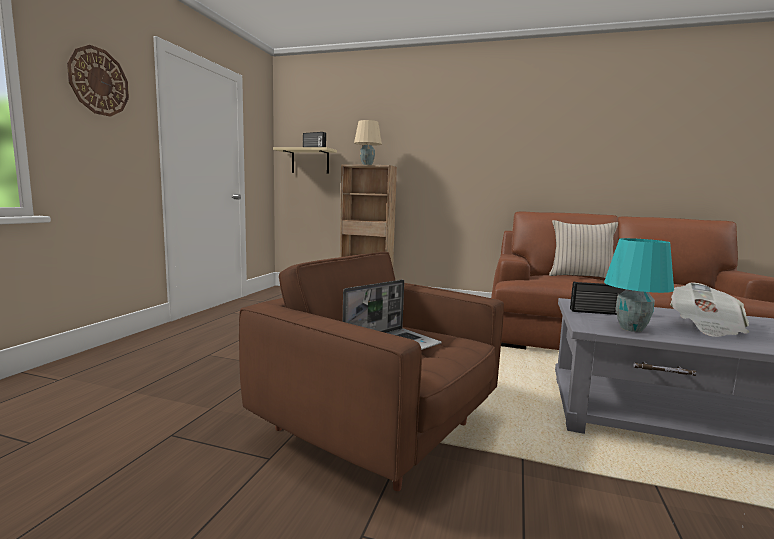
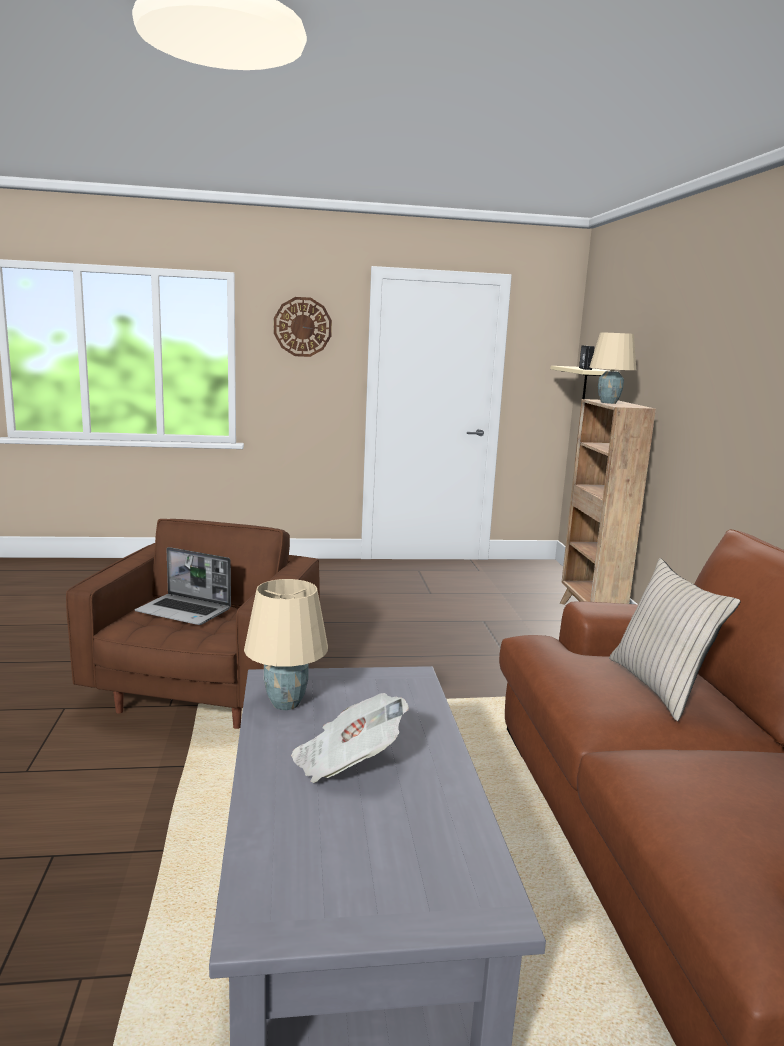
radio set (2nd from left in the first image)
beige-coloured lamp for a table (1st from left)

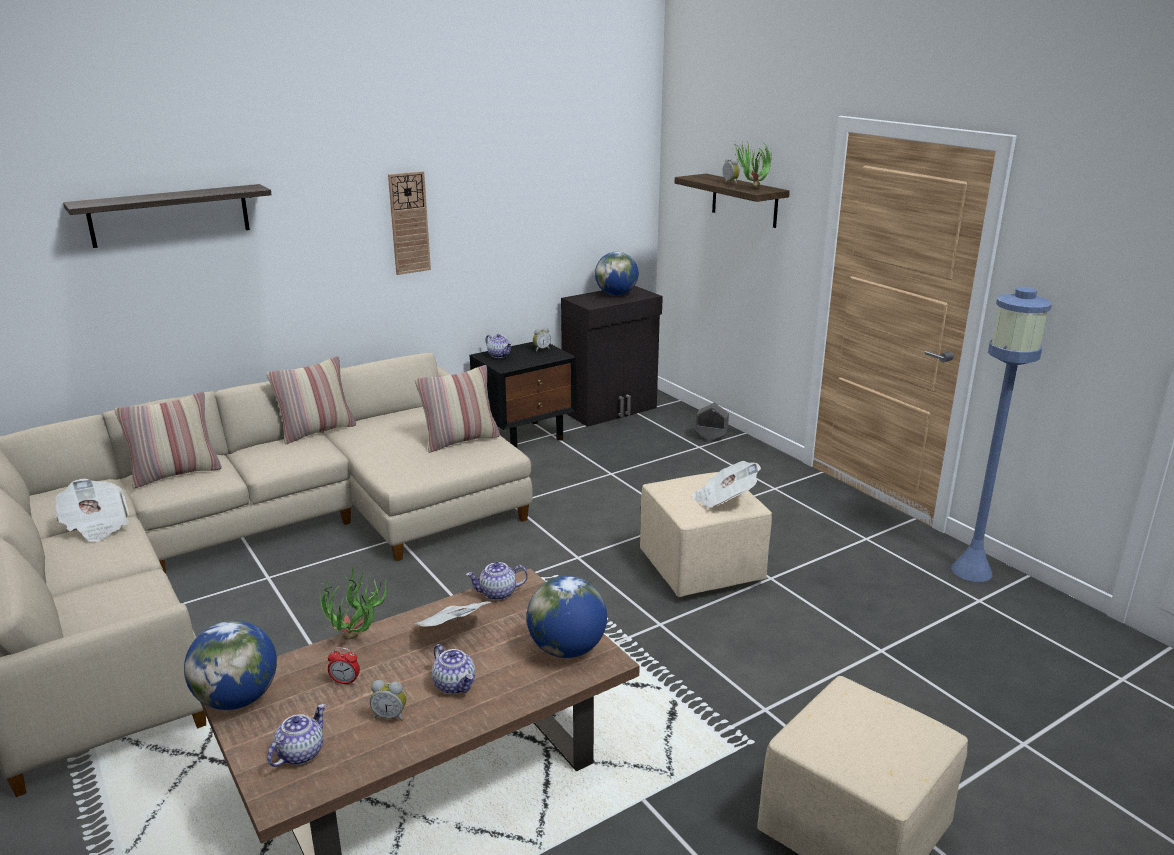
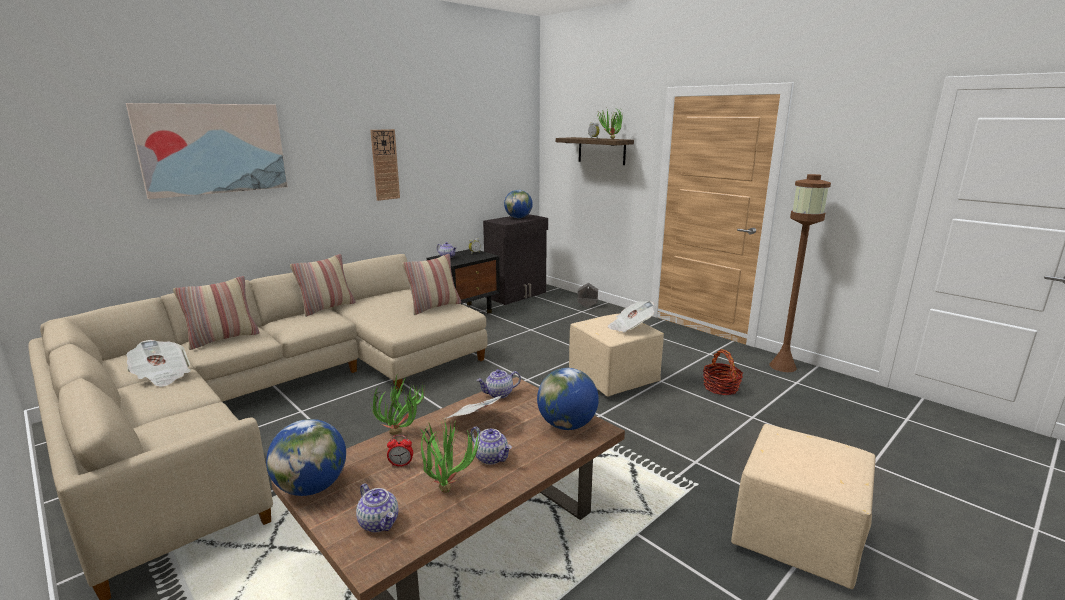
picture
tea pot (1st from left)
potted plant (2nd from left)
brownish standard lamp
basket

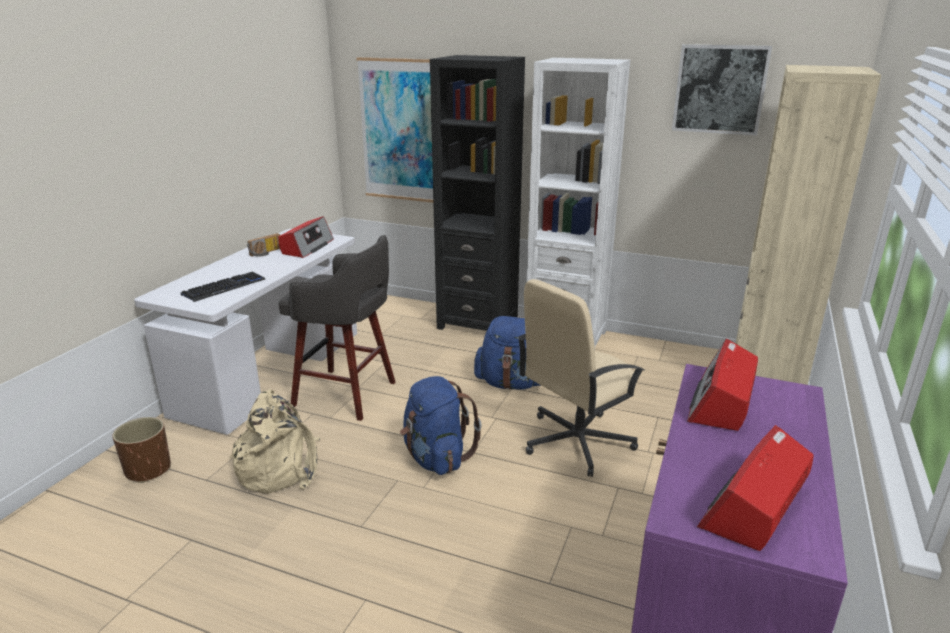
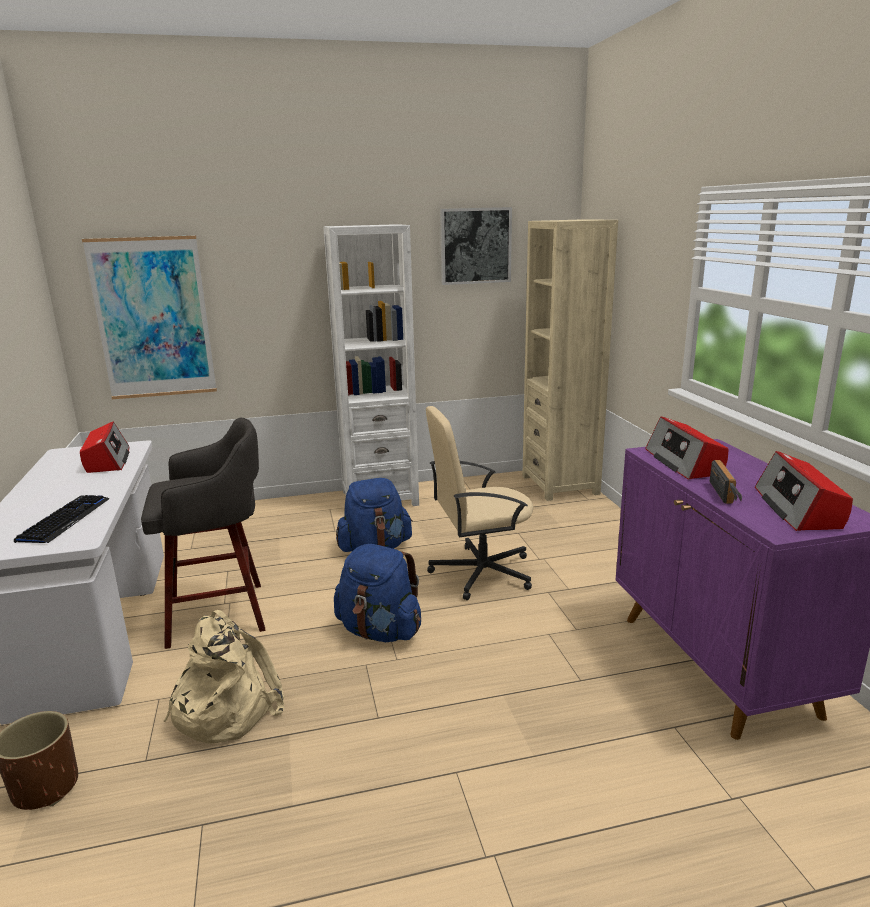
radio set (3rd from left)
black-coloured shelving unit
beige-coloured computer chair

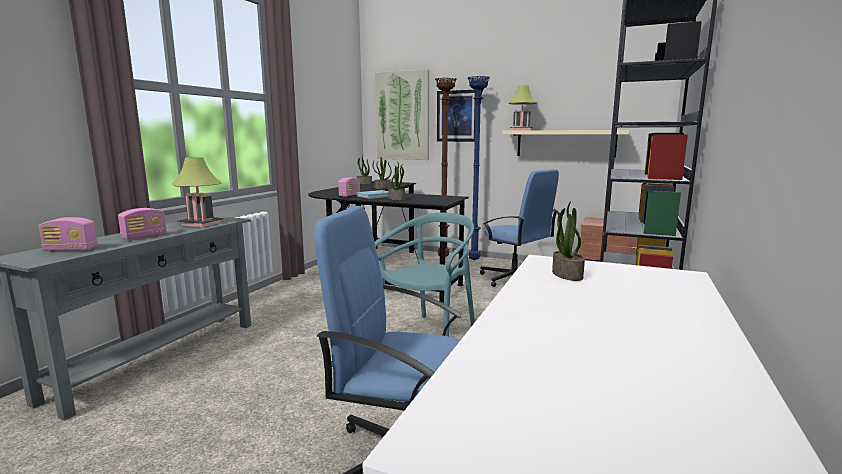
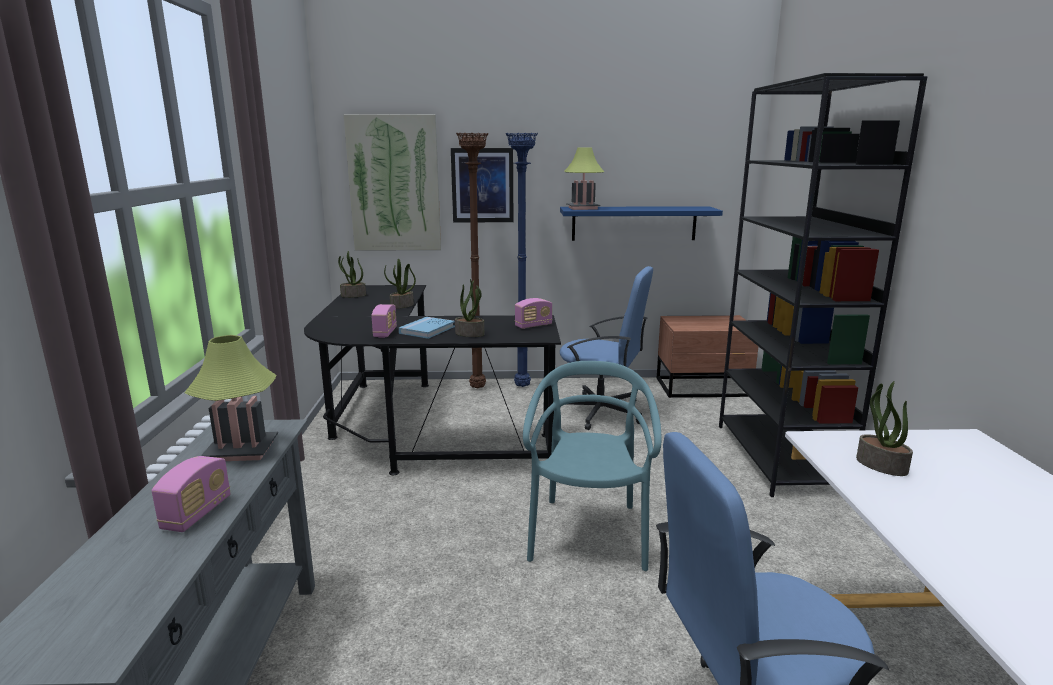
radio set (3rd from left)
blue-coloured bracket shelf

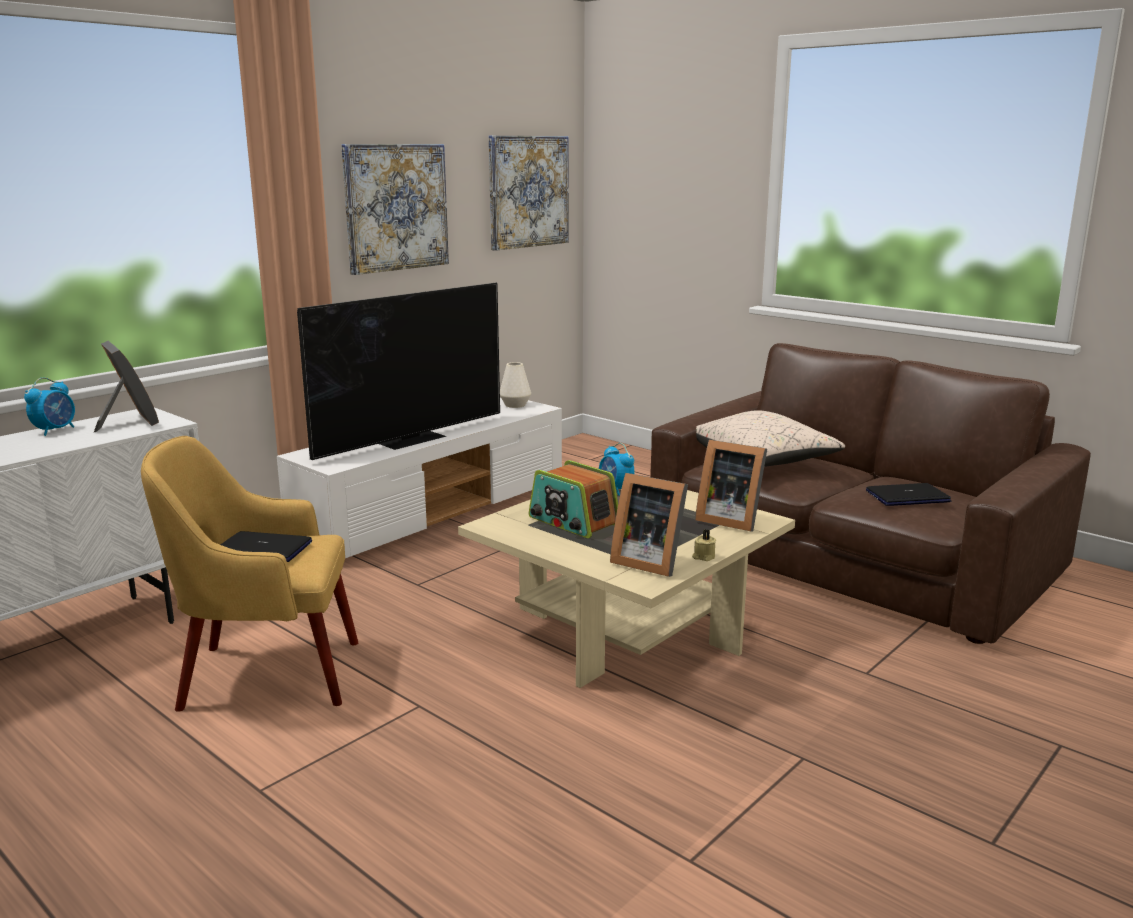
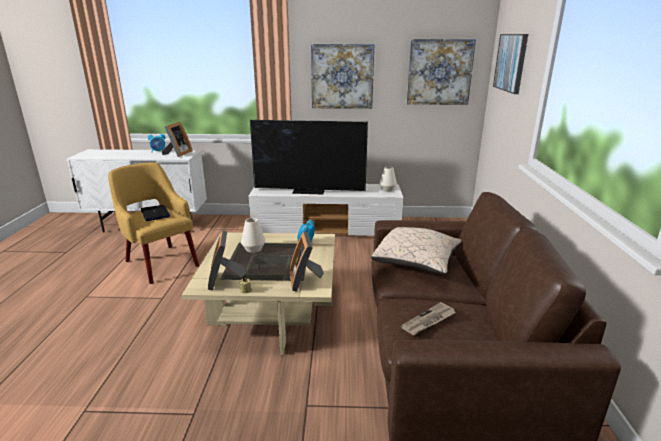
white-coloured decorative vase (1st from left)
printed paper
picture (3rd from left)

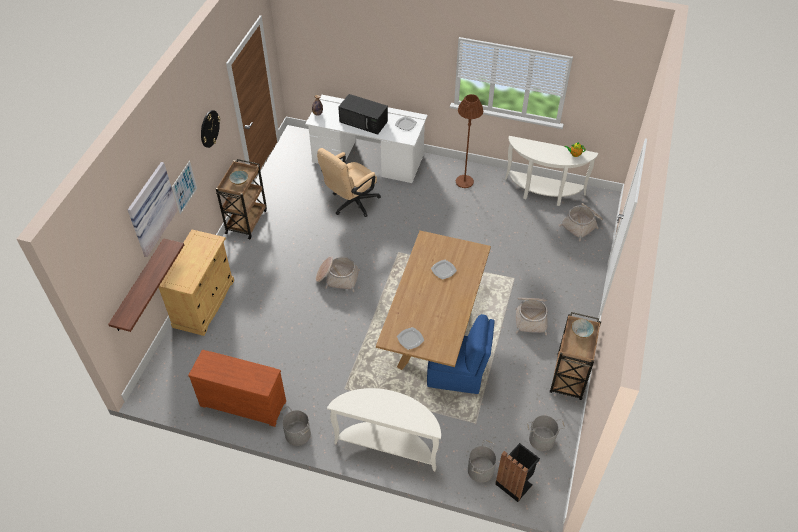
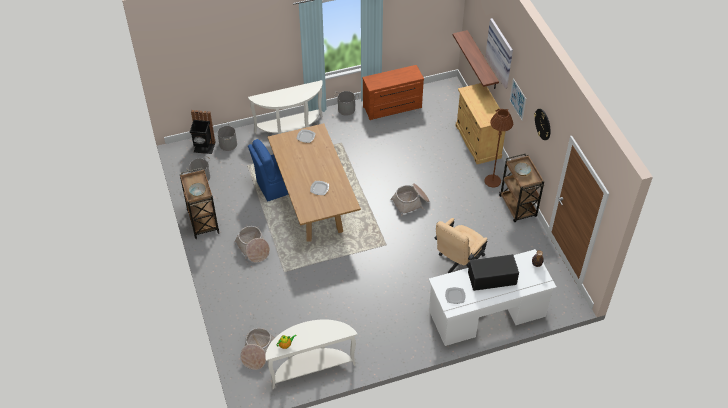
beige-coloured computer chair
brownish standard lamp

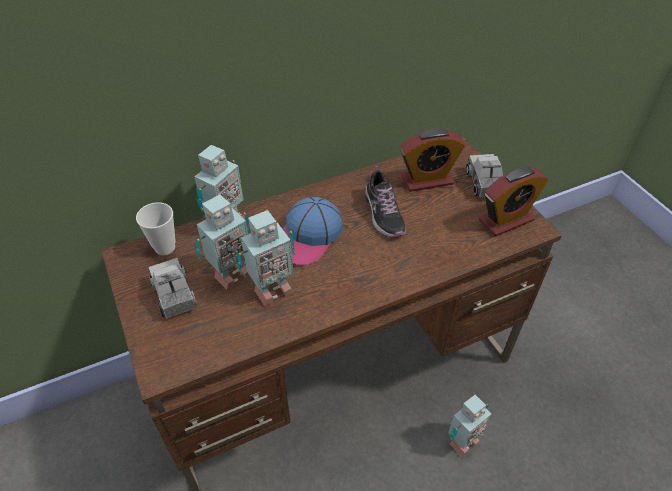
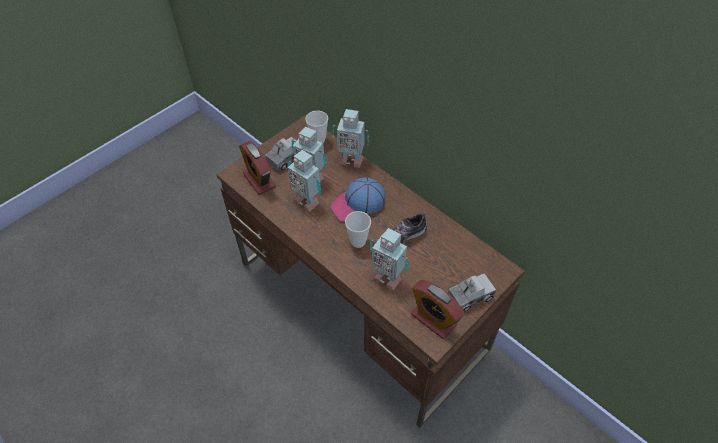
peaked cap
table clock (1st from left)
robot figure (4th from left)
cup (2nd from left)

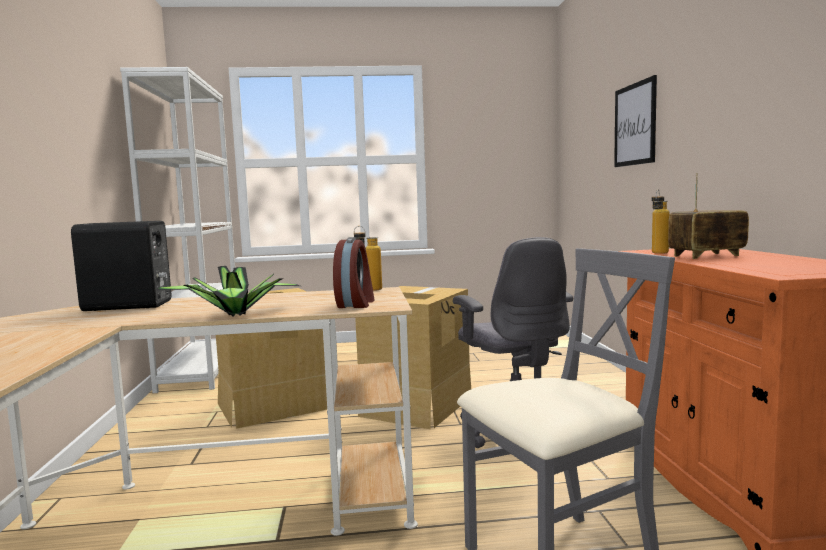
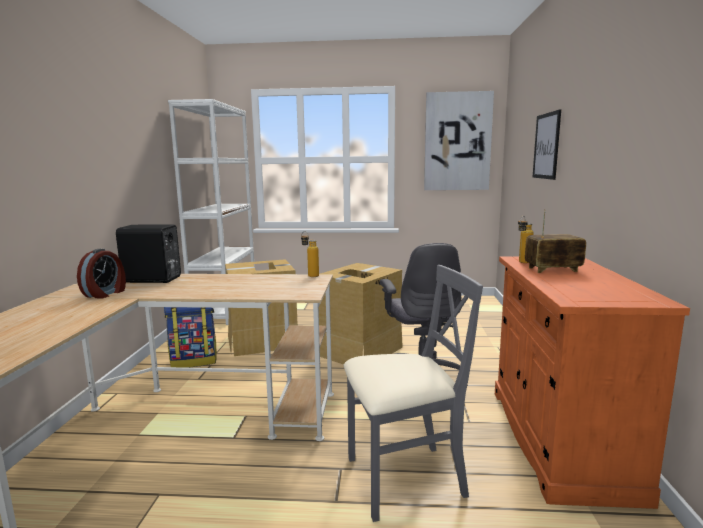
potted plant
table clock
rucksack
picture (1st from left)

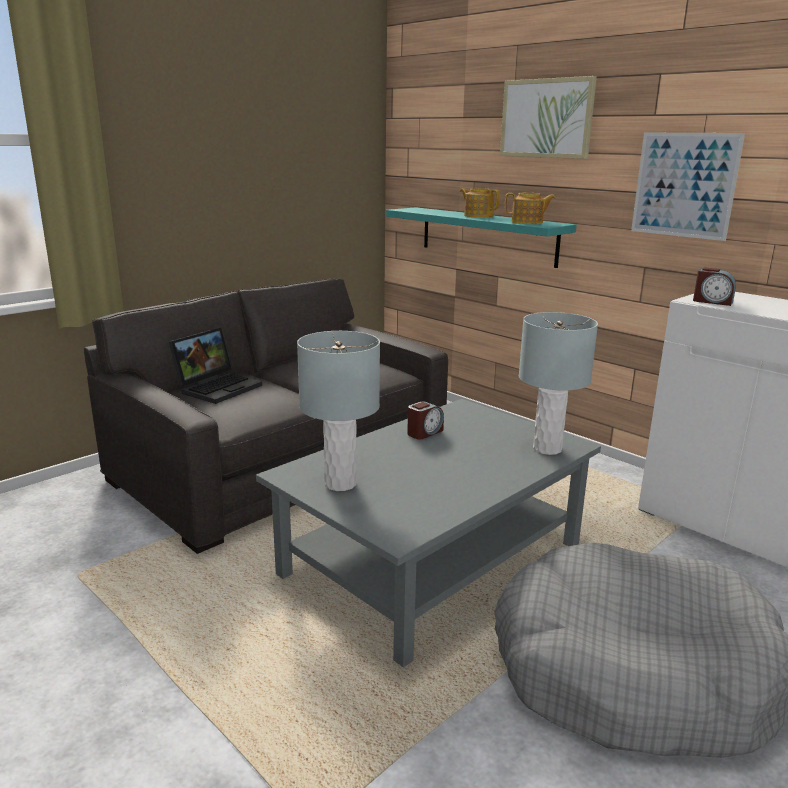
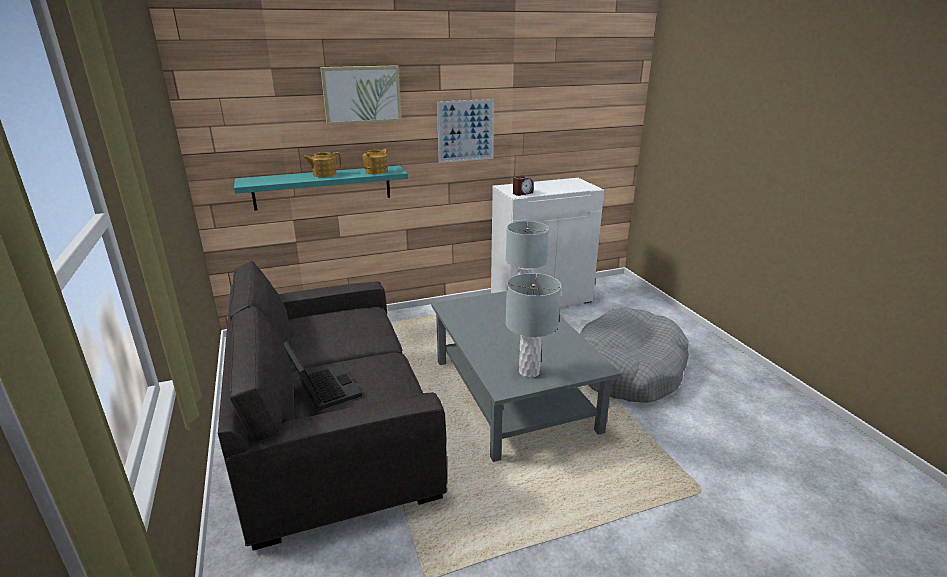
table clock (1st from left in the first image)

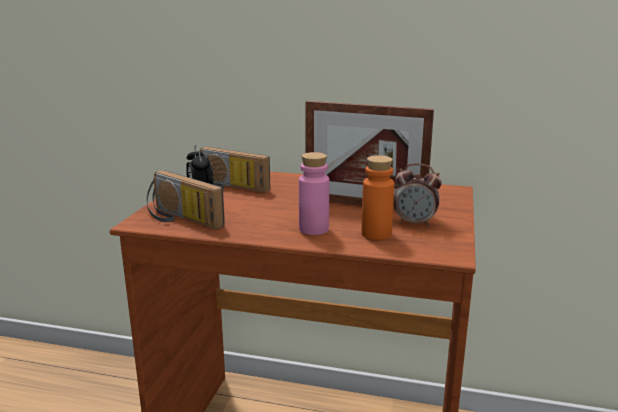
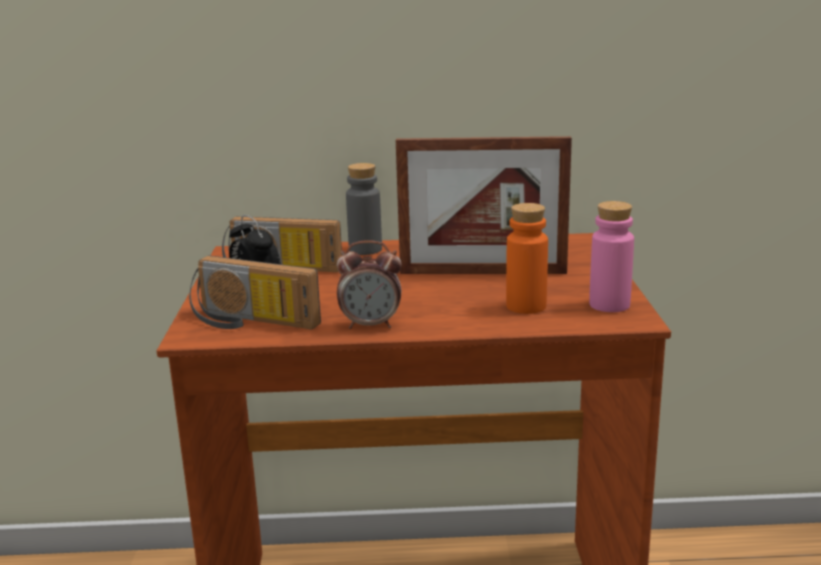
pink-coloured drink bottle
table clock (2nd from left)
greyish drink bottle

